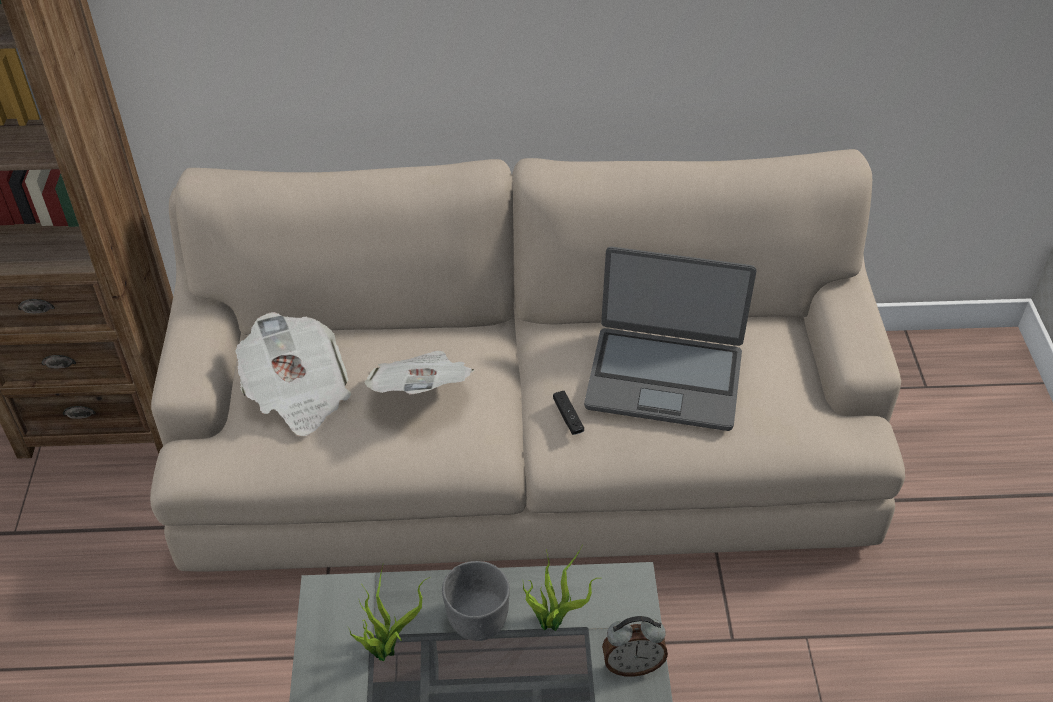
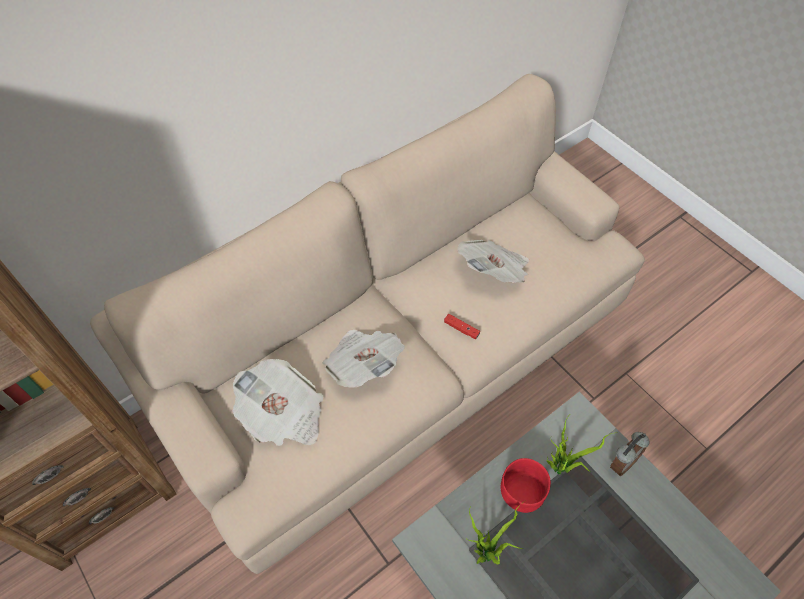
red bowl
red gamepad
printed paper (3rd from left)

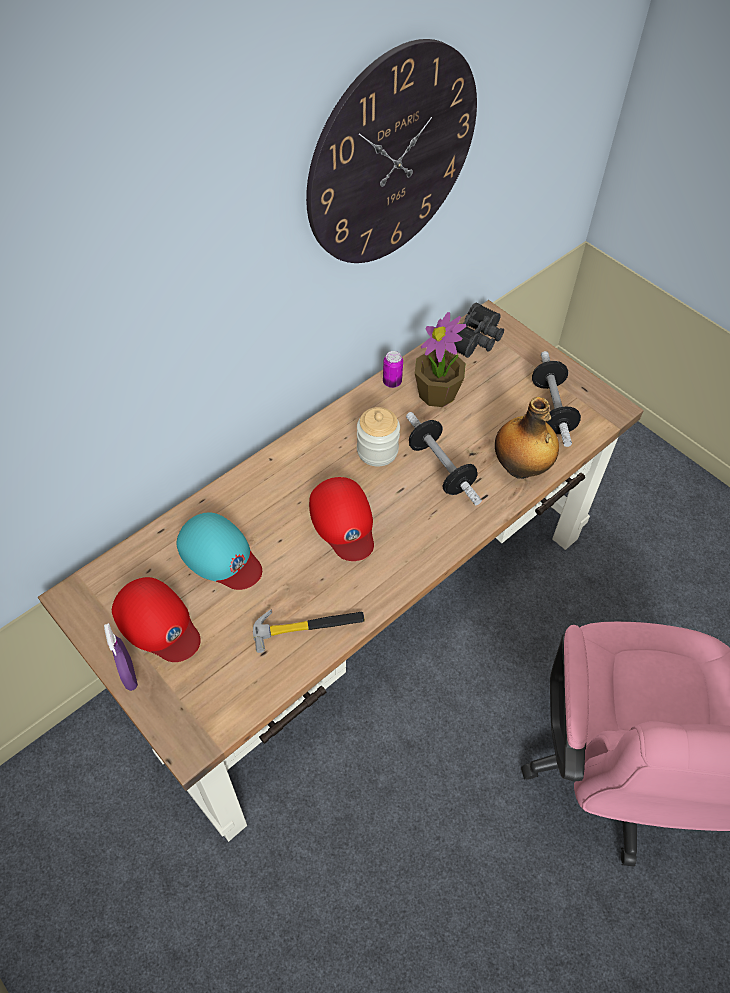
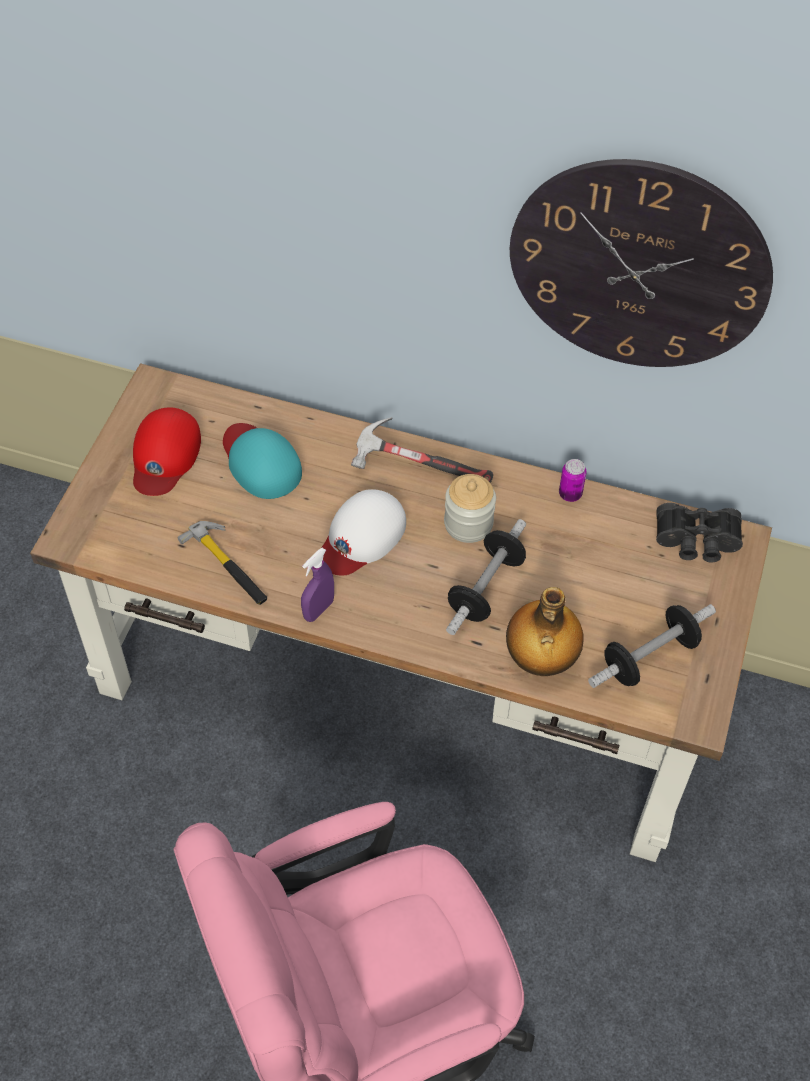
purplish sprayer
turquoise peaked cap
white-coloured peaked cap
potted plant
tool hammer (2nd from left)

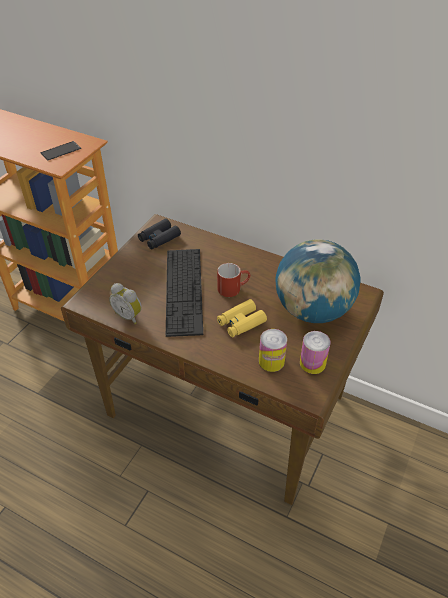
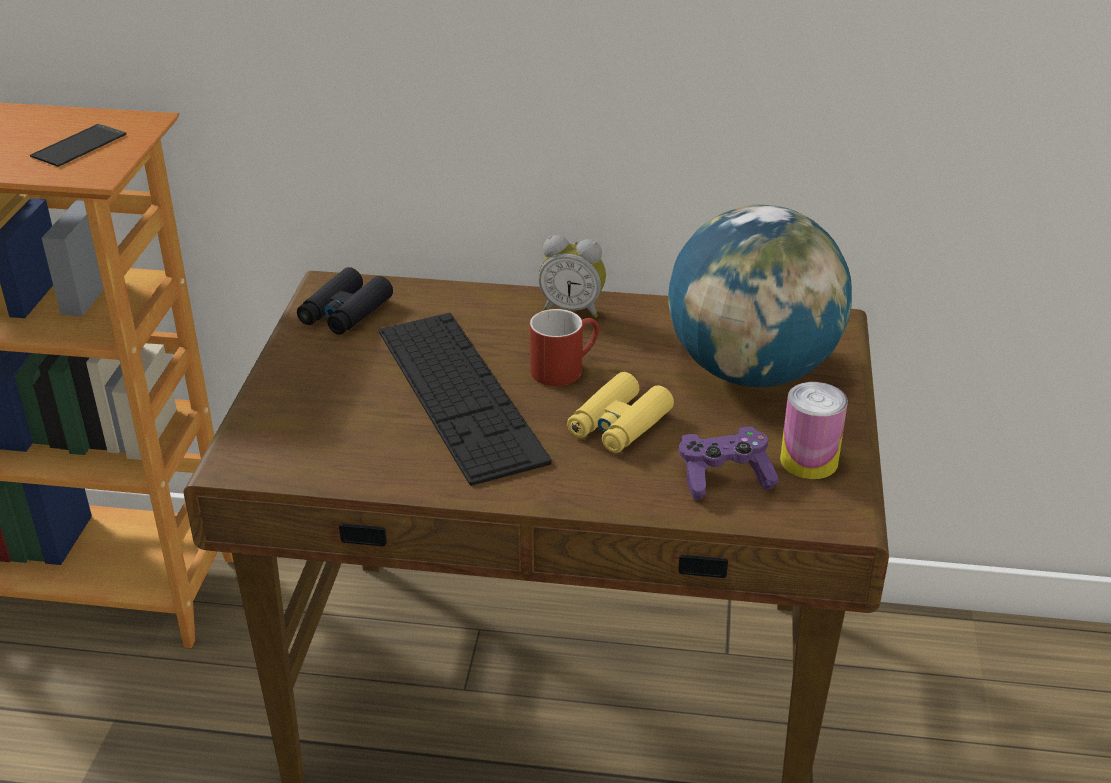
table clock
purplish gamepad

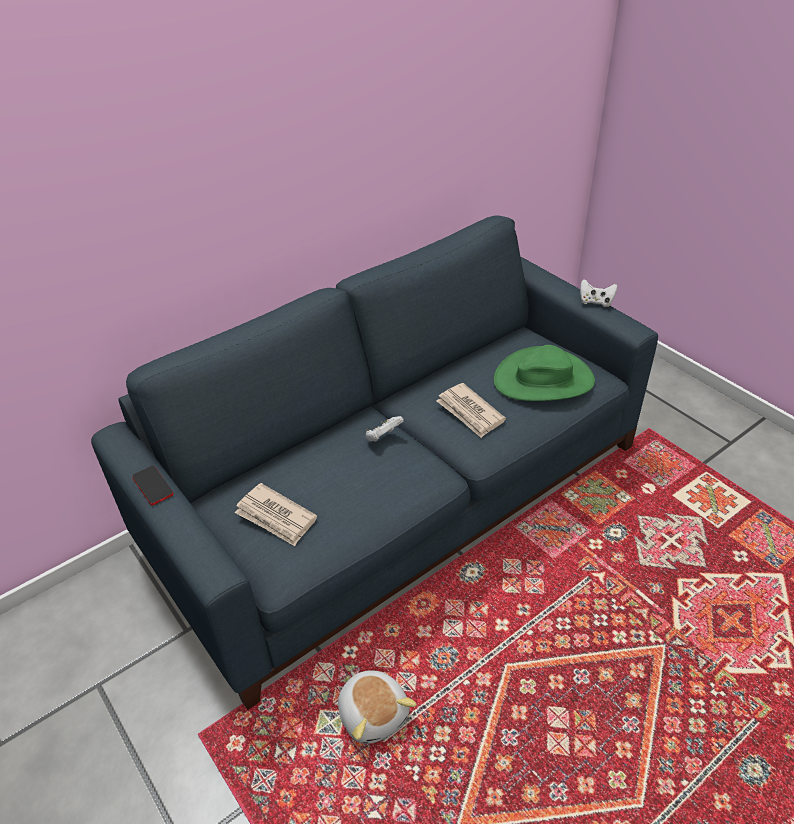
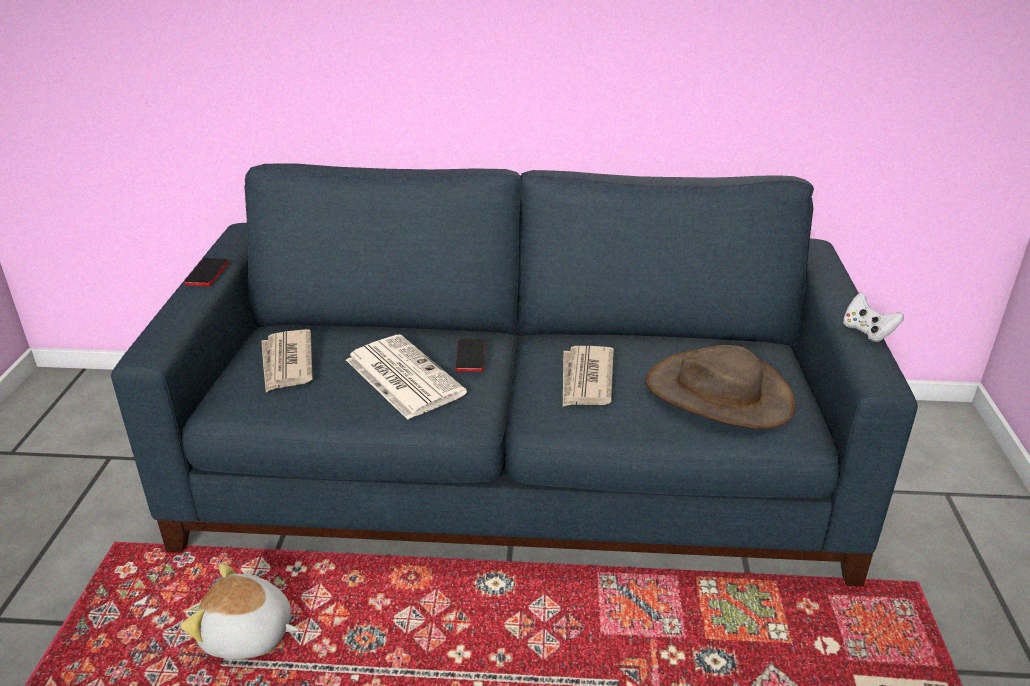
soft toy
telephone (2nd from left)
brownish wearable hat
printed paper (2nd from left)

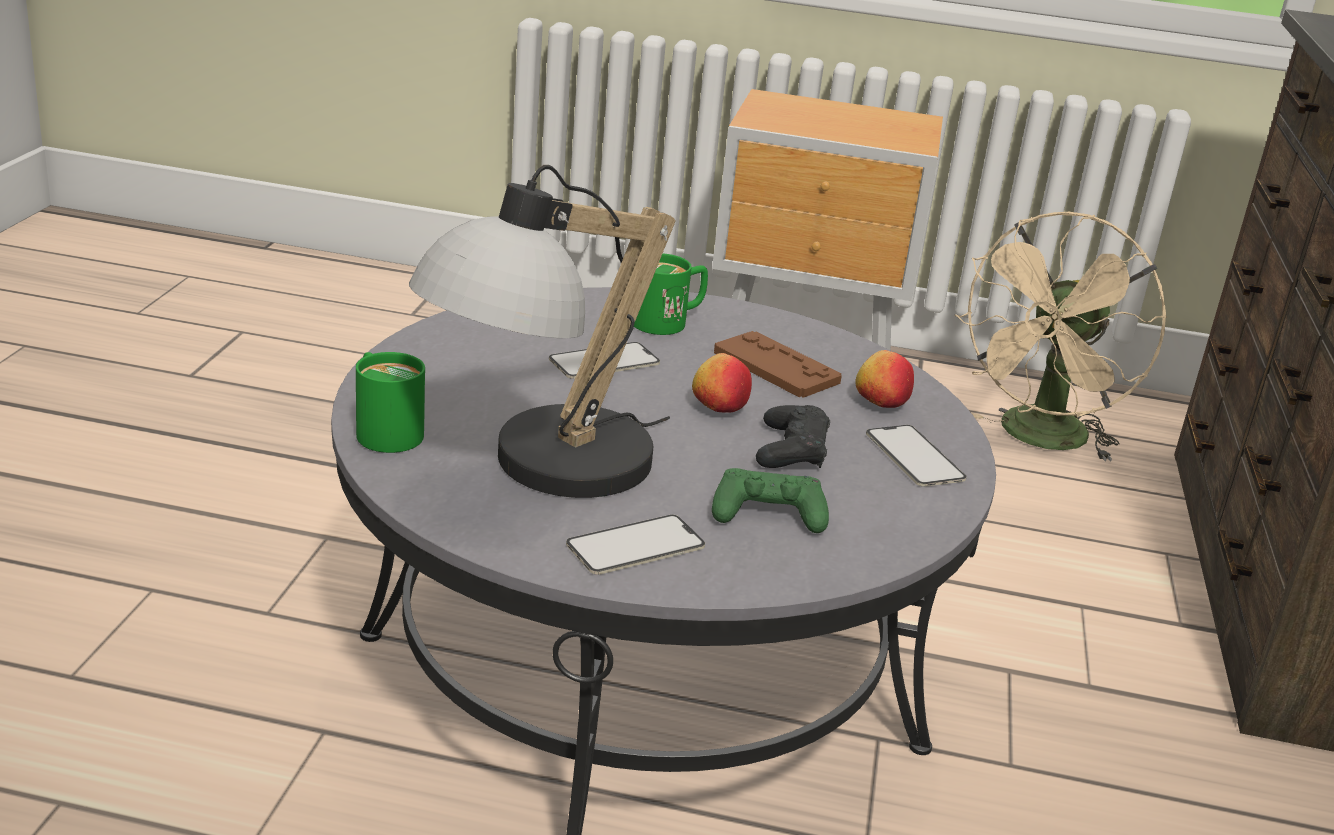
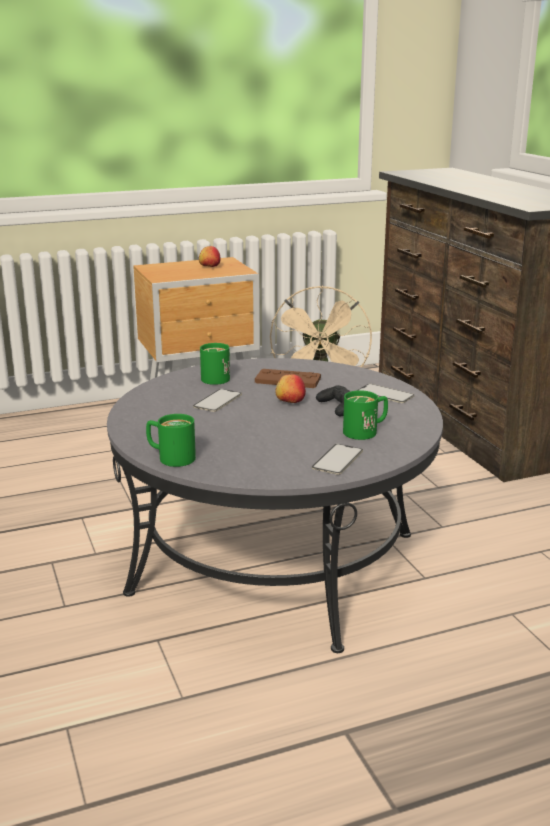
lamp for a table
greenish mug (3rd from left)
apple (1st from left)

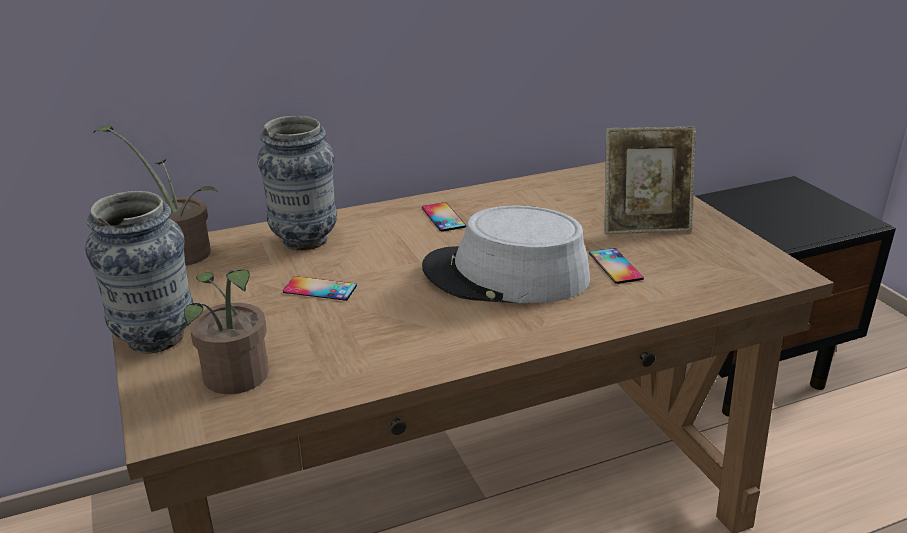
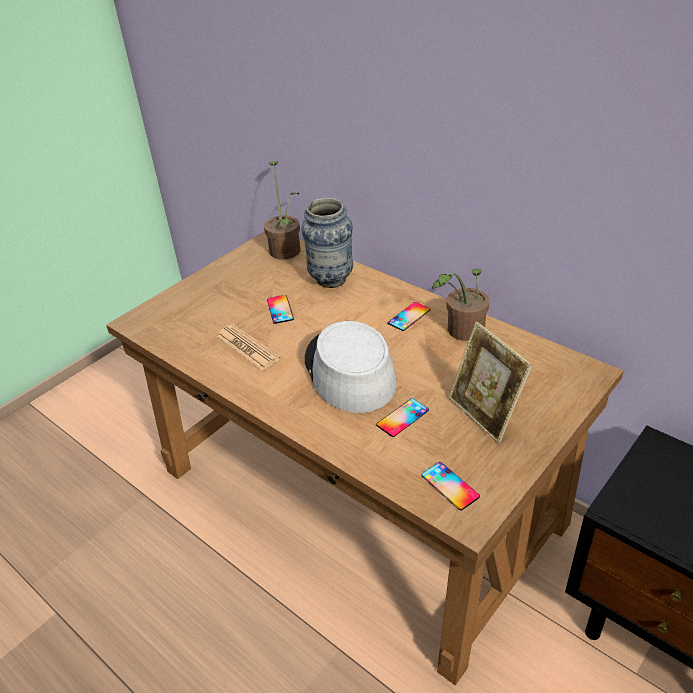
decorative vase (1st from left in the first image)
potted plant (2nd from left)
printed paper
telephone (4th from left)

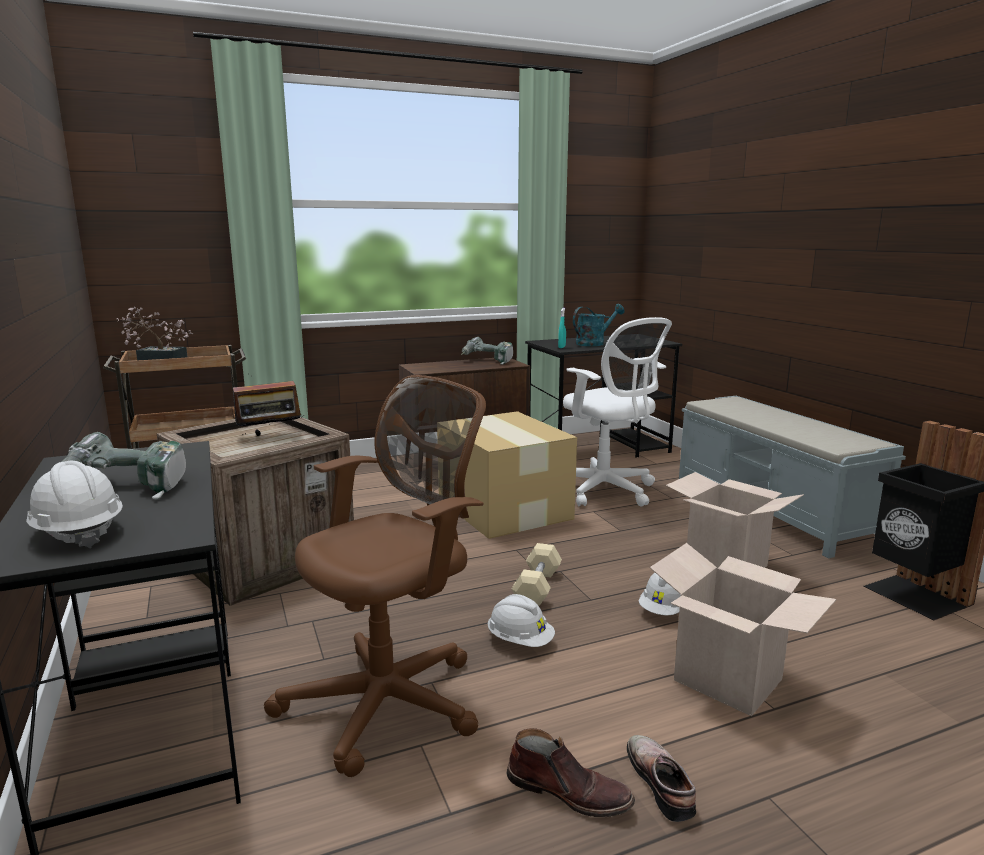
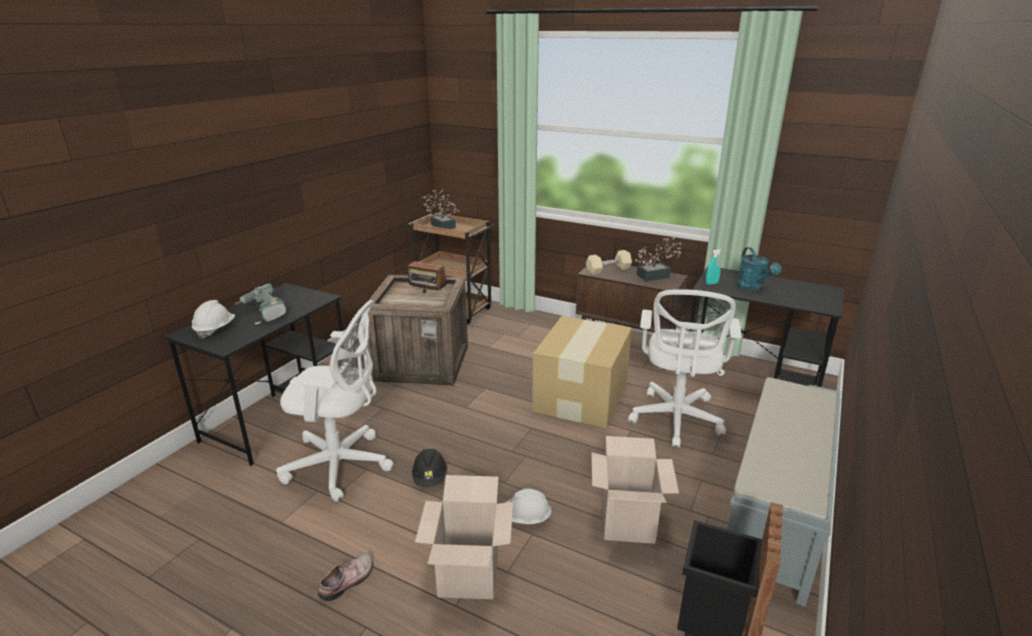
white-coloured computer chair (1st from left)
potted plant (2nd from left)
black-coloured safety helmet
brownish high-top boot
beige-coloured free weight
turquoise watering pot

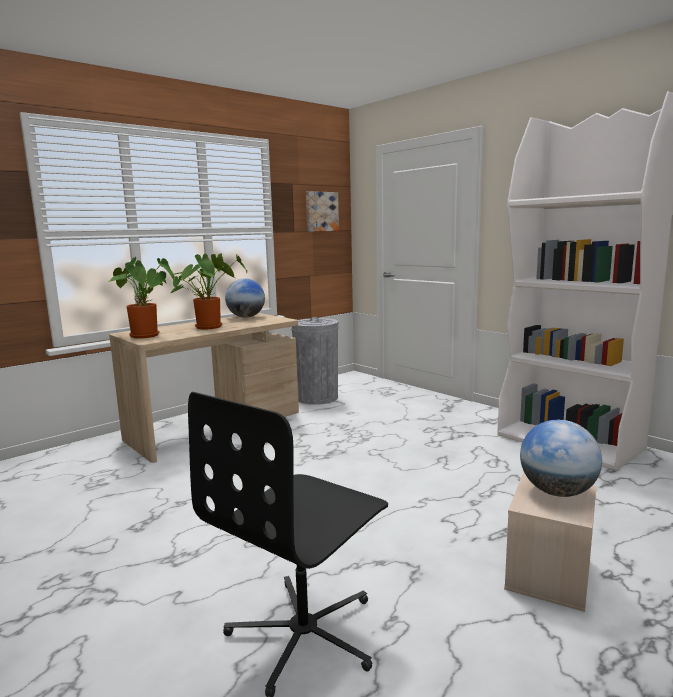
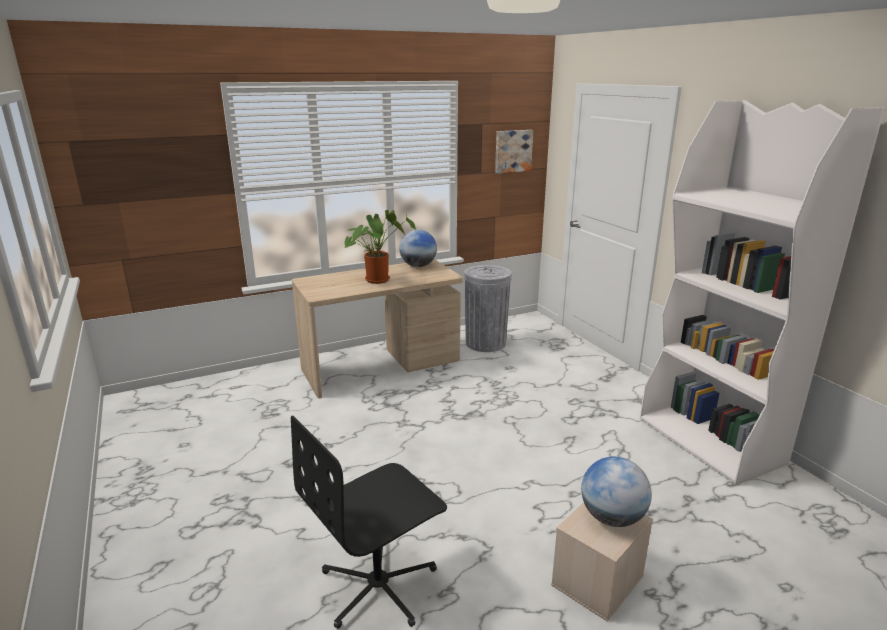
potted plant (1st from left in the first image)

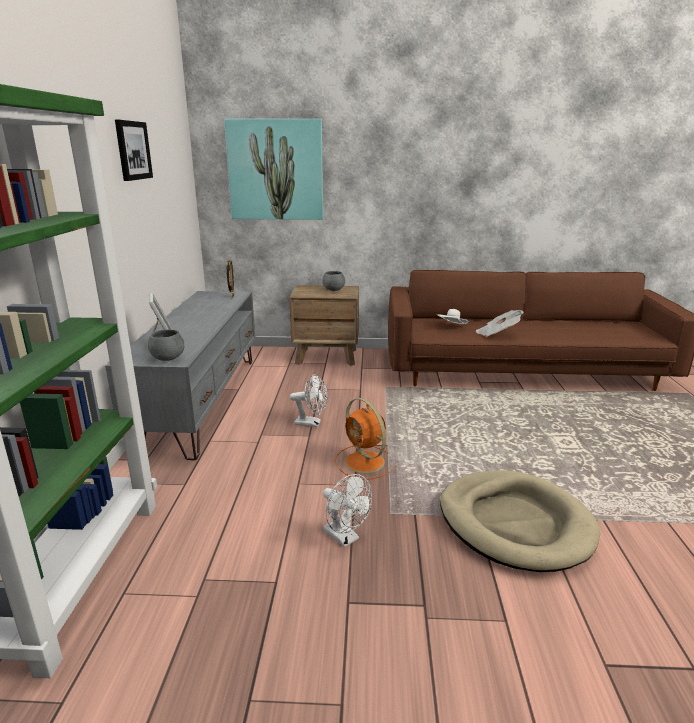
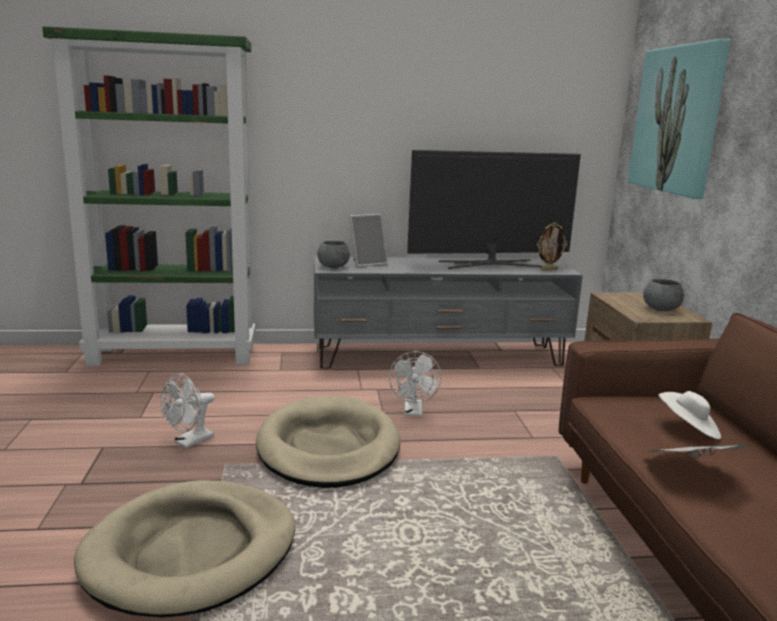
picture (1st from left in the first image)
beige-coloured dog bed (2nd from left)
TV set

